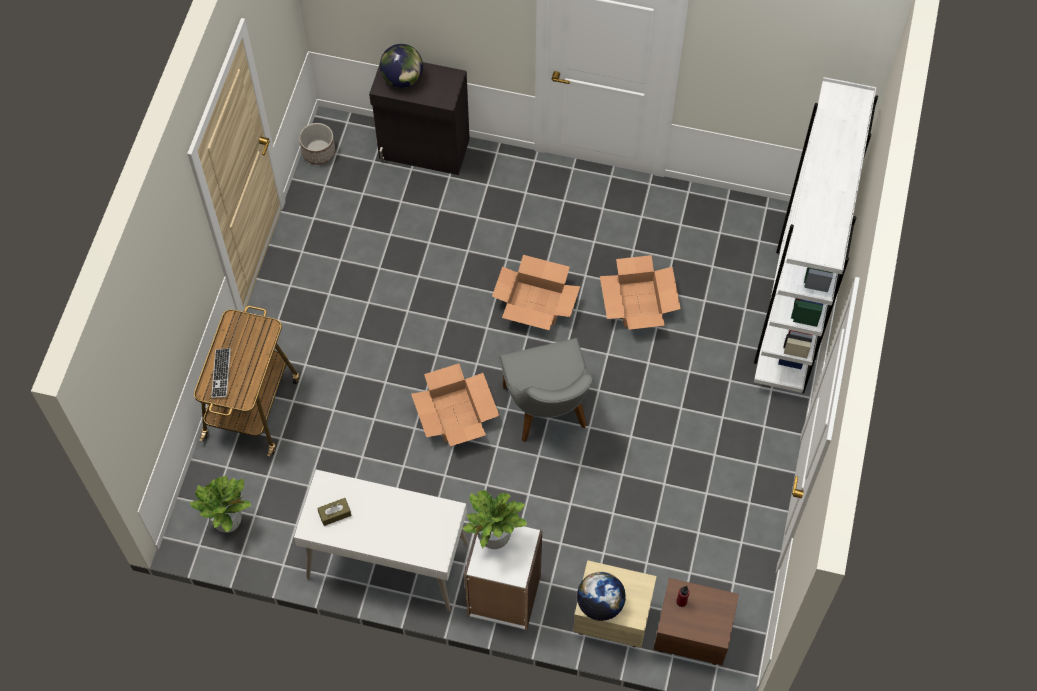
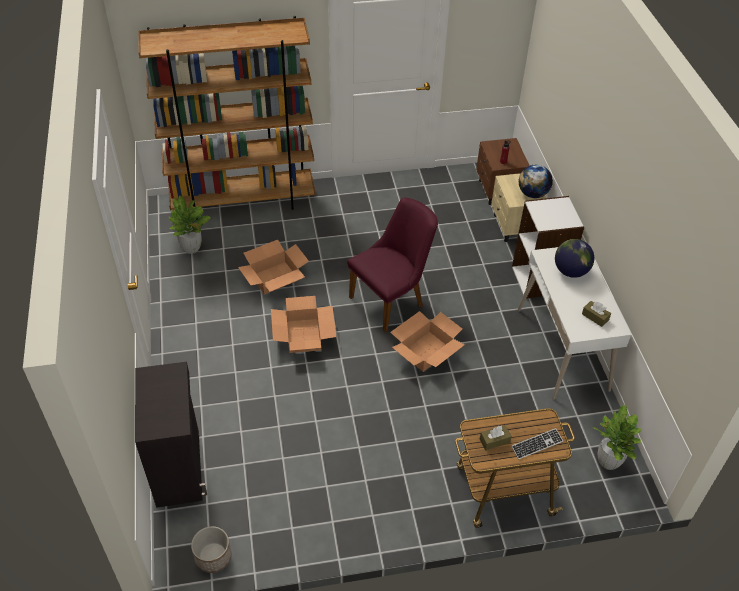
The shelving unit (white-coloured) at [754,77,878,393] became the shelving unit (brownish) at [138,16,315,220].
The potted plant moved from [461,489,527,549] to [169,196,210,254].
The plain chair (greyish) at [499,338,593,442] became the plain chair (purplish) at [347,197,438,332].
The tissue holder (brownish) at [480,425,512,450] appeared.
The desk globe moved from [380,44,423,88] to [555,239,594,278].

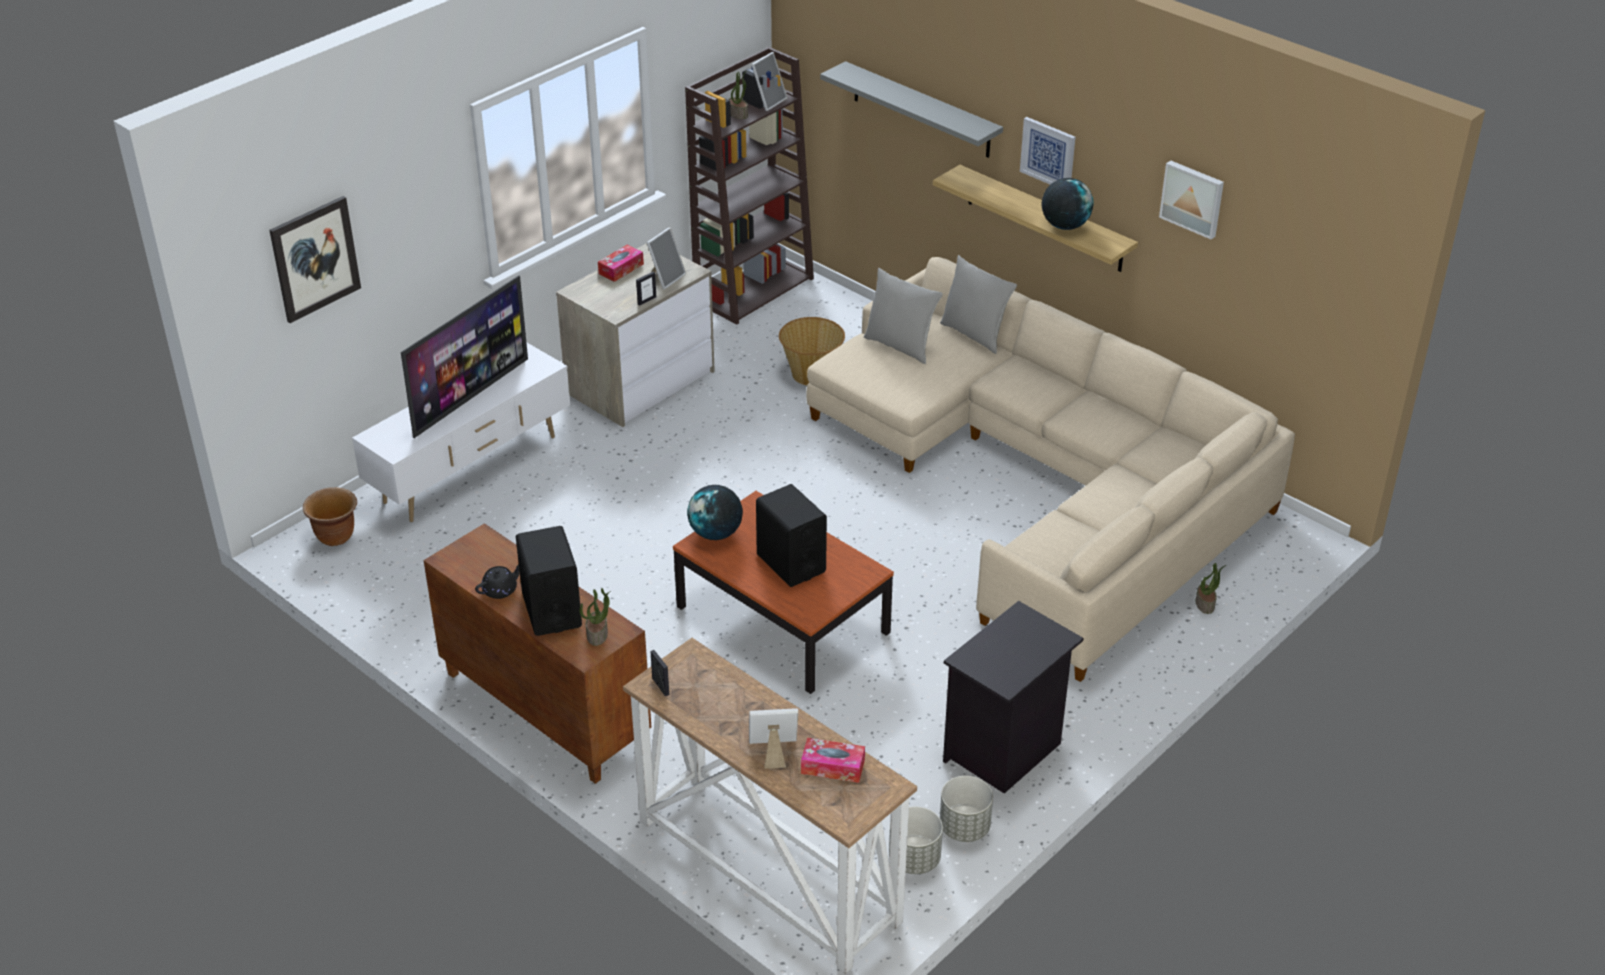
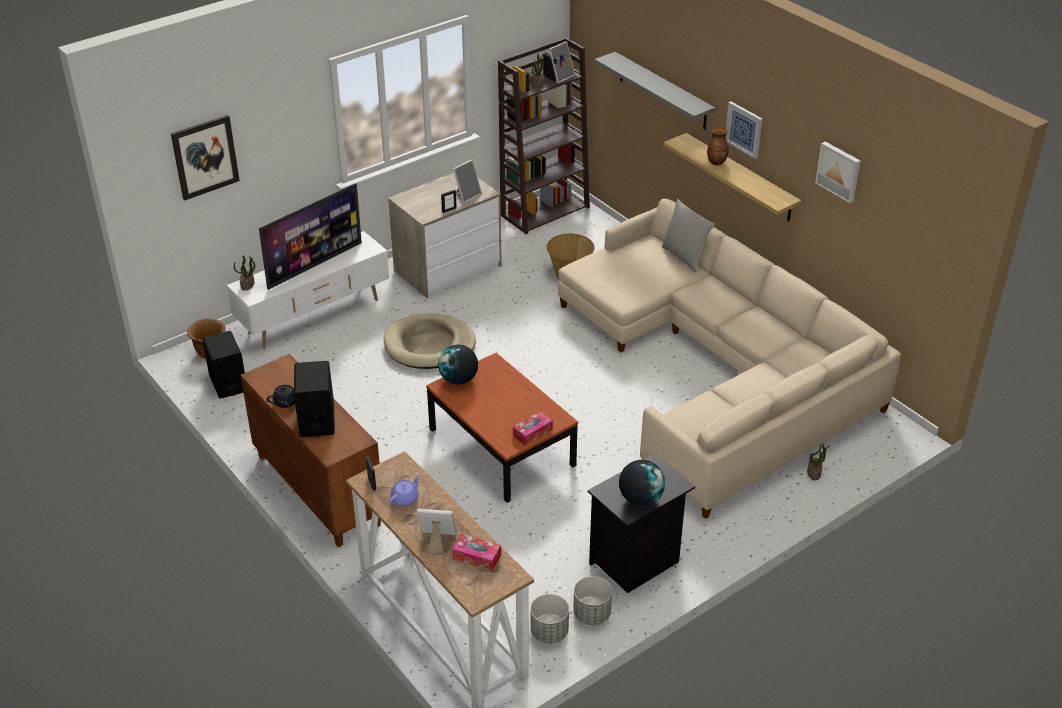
The audio speaker (blackish) moved from [756,484,827,587] to [202,331,245,399].
The potted plant moved from [580,588,611,646] to [234,255,255,291].
The dog cushion (sand-coloured) at [384,313,476,369] appeared.
The tea pot (purplish) at [389,474,420,506] appeared.
The tissue holder moved from [598,245,644,282] to [513,411,553,446].
The desk globe moved from [1042,178,1093,230] to [619,460,665,506].
The vase at [707,127,729,165] appeared.
The pillow (greyish) at [864,268,943,364] disappeared.

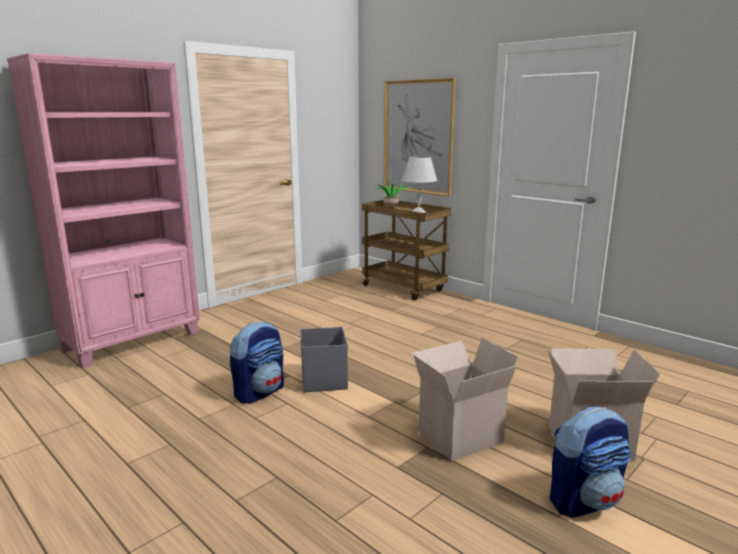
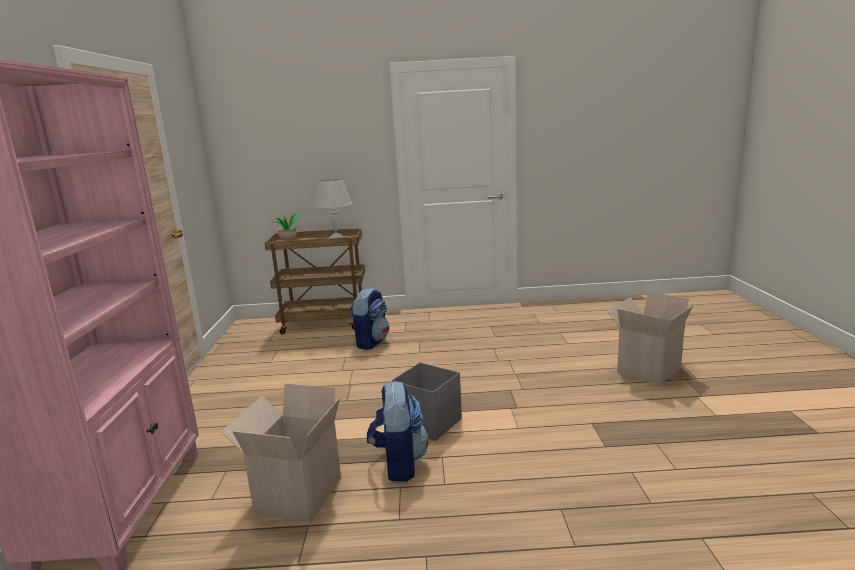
The packing box moved from [411,338,518,461] to [221,384,341,523].
The rucksack moved from [550,407,631,518] to [350,287,389,350].
The picture at [384,78,456,196] disappeared.

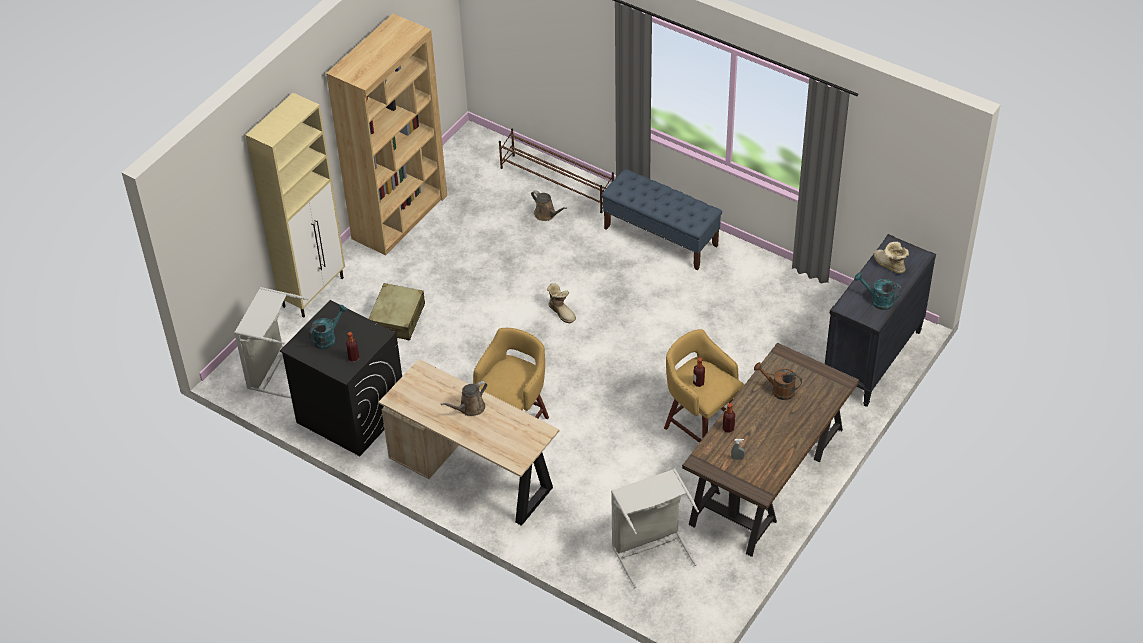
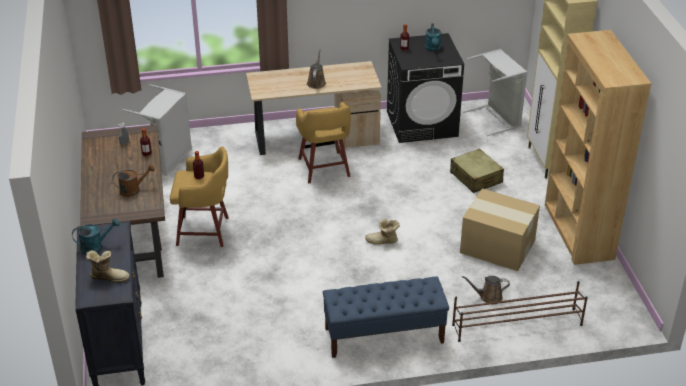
The packing box at [460,189,540,271] appeared.

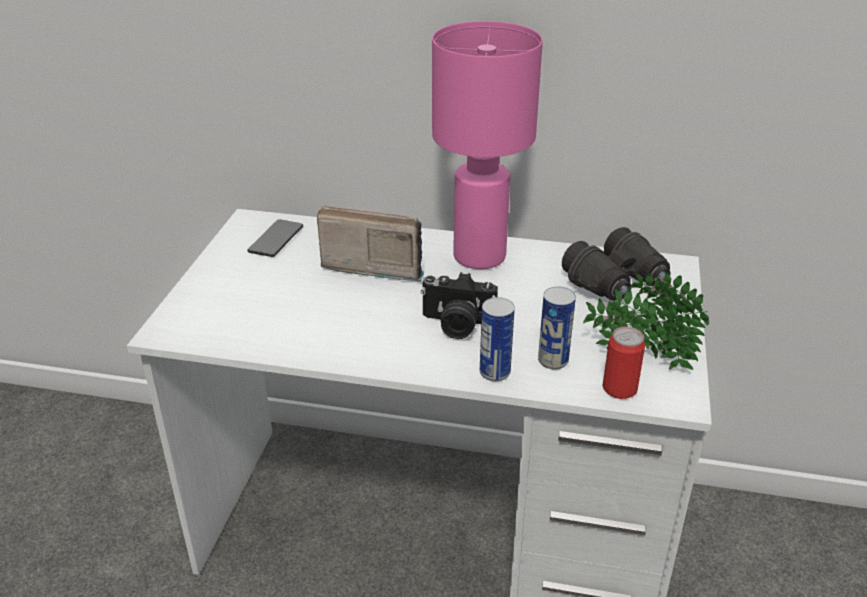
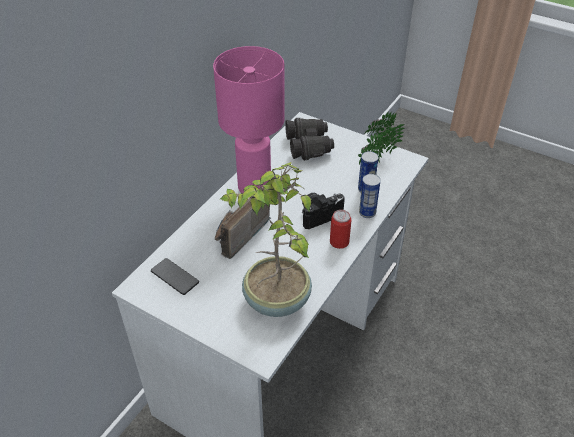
The potted plant at [220,162,312,317] appeared.
The still camera at [421,272,498,339] turned 150 degrees counterclockwise.
The can moved from [602,327,645,399] to [330,210,351,249].

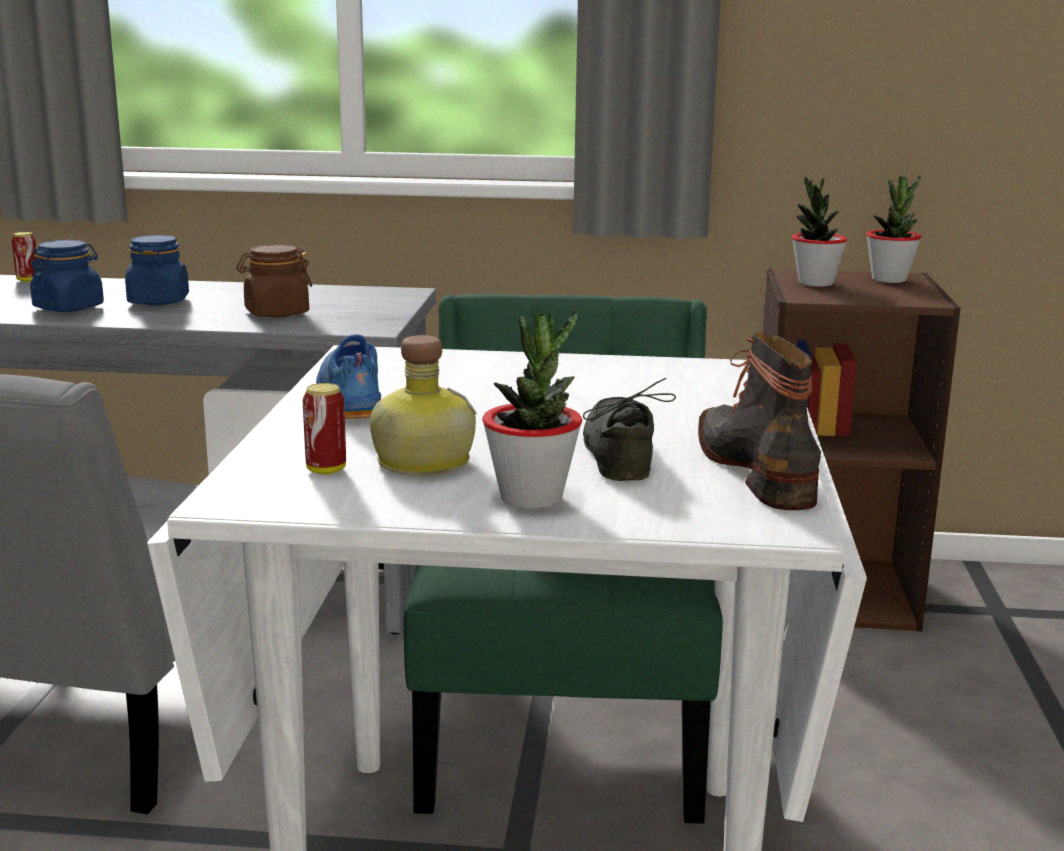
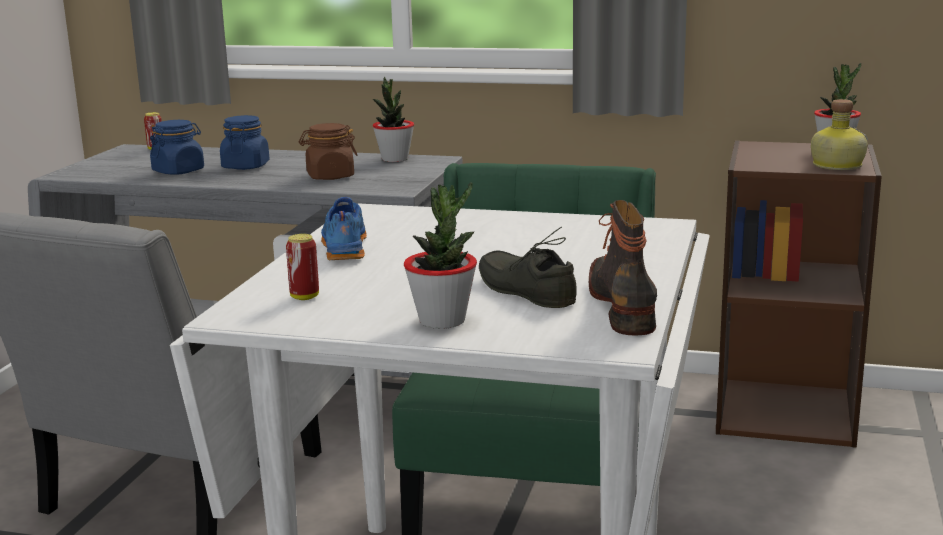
The potted plant moved from [792,176,847,287] to [373,77,414,162].
The item of footwear (greyish) at [583,378,676,481] turned 45 degrees counterclockwise.
The bottle moved from [370,335,477,476] to [811,99,868,170].

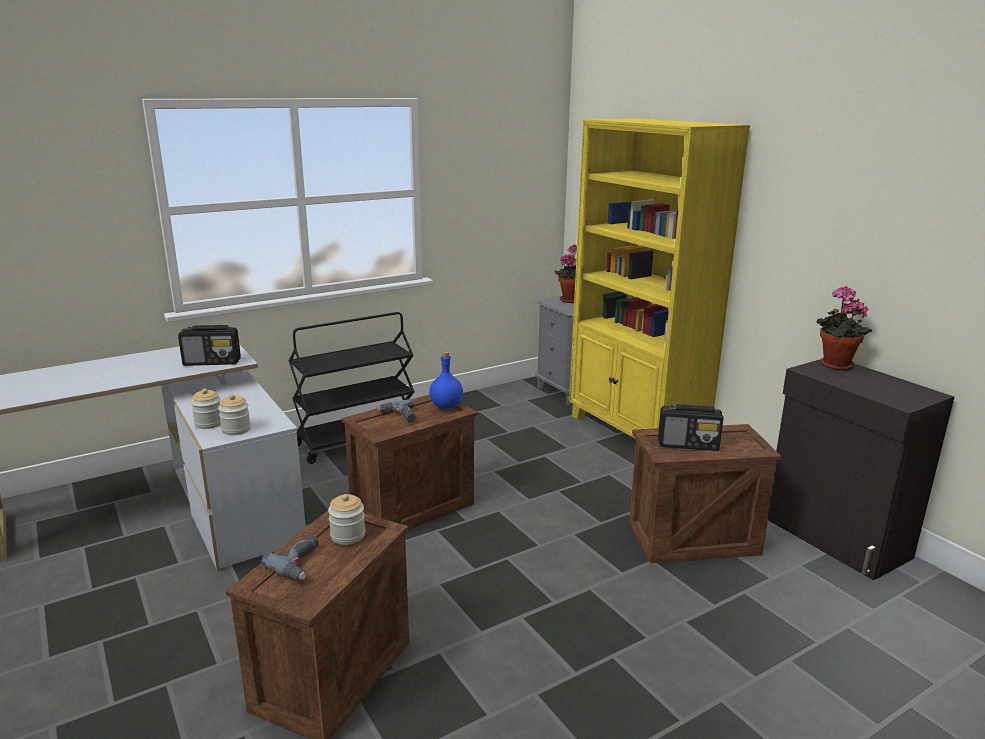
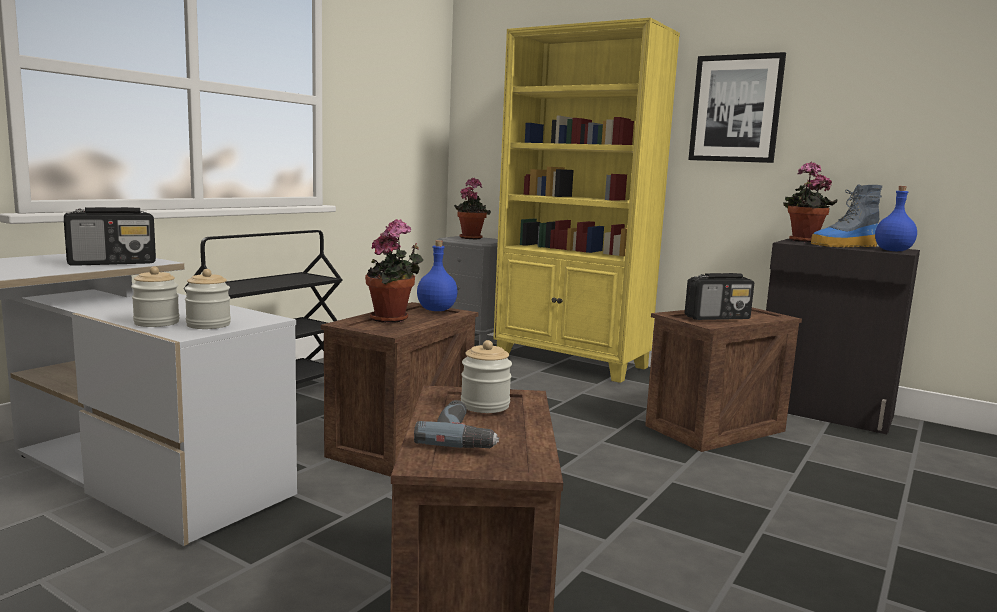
The drill at [377,399,416,423] was replaced by the potted plant at [365,219,423,323].
The picture at [688,52,786,163] appeared.
The boot at [811,184,882,247] appeared.
The bottle (blue-coloured) at [875,186,917,251] appeared.

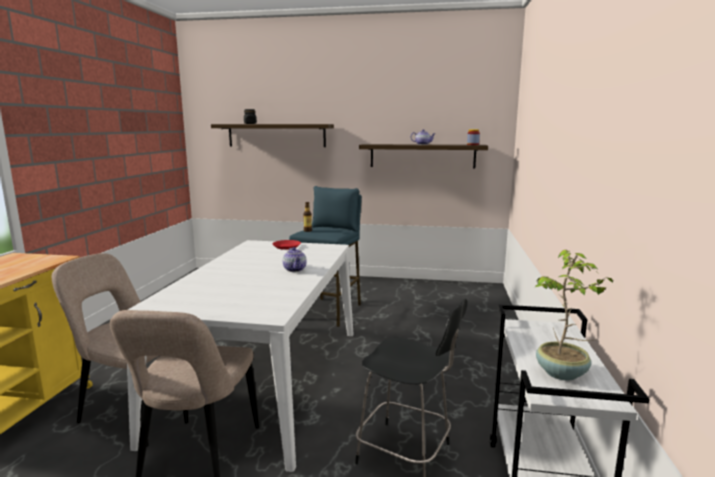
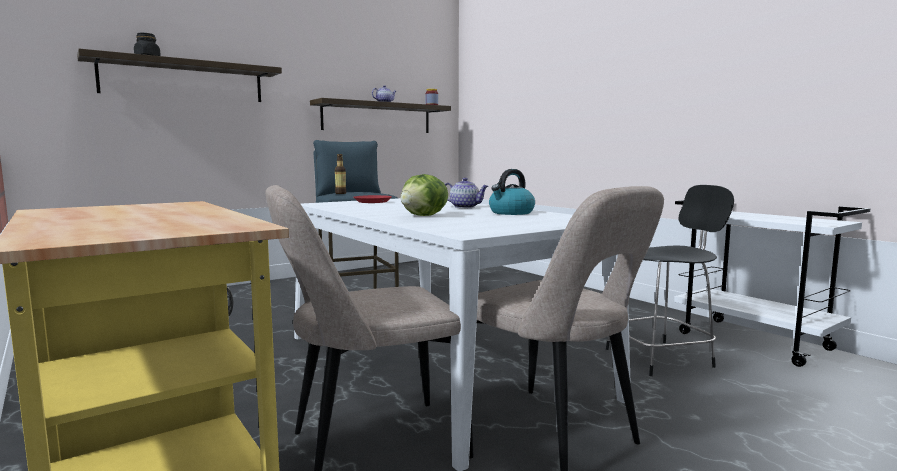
The lettuce at [400,174,448,216] appeared.
The water kettle at [489,169,535,215] appeared.
The potted plant at [535,250,613,381] disappeared.

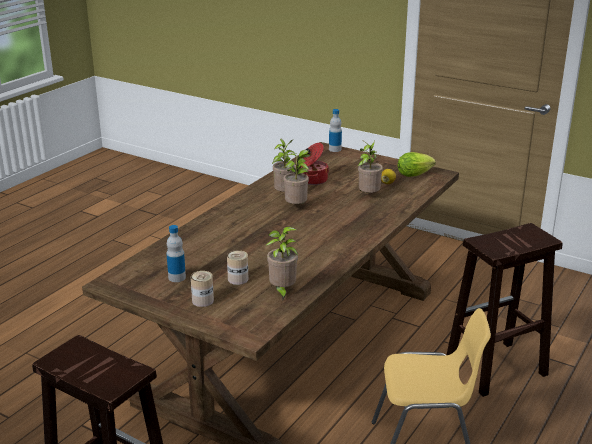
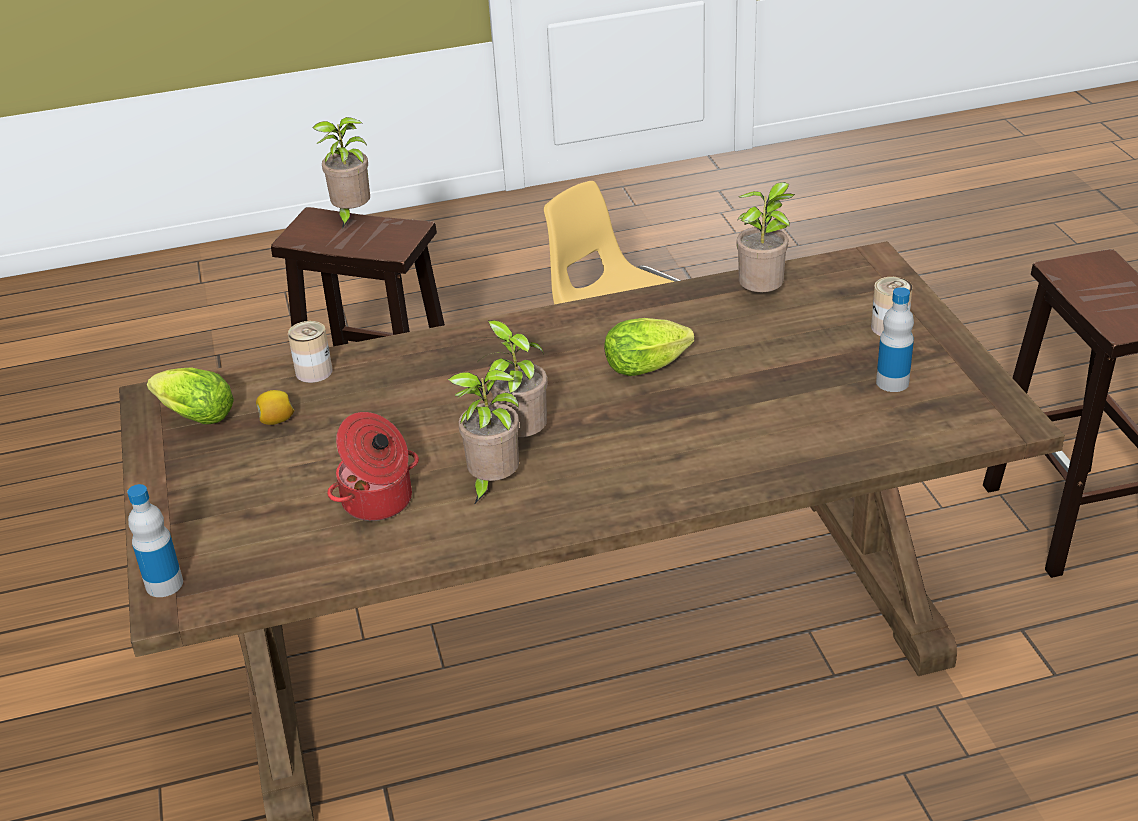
The can moved from [227,250,248,285] to [288,321,333,383].
The potted plant moved from [358,141,383,193] to [312,117,370,229].
The lettuce at [604,318,694,376] appeared.

